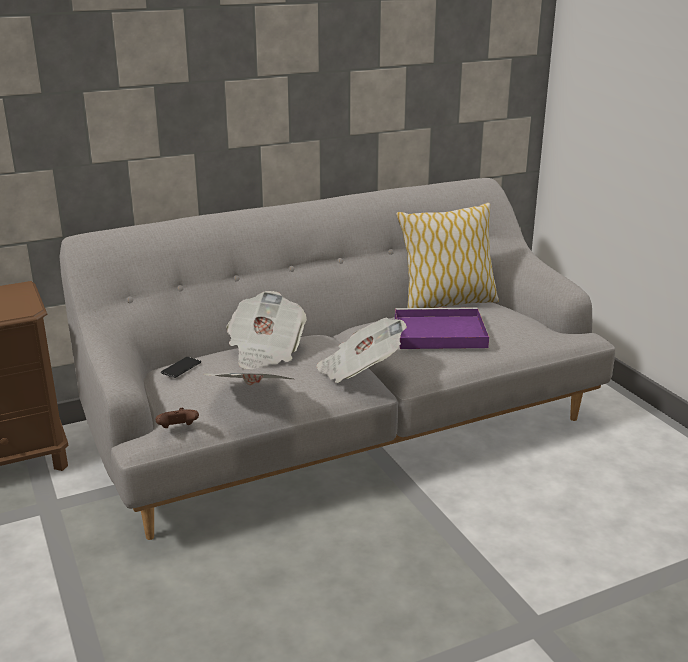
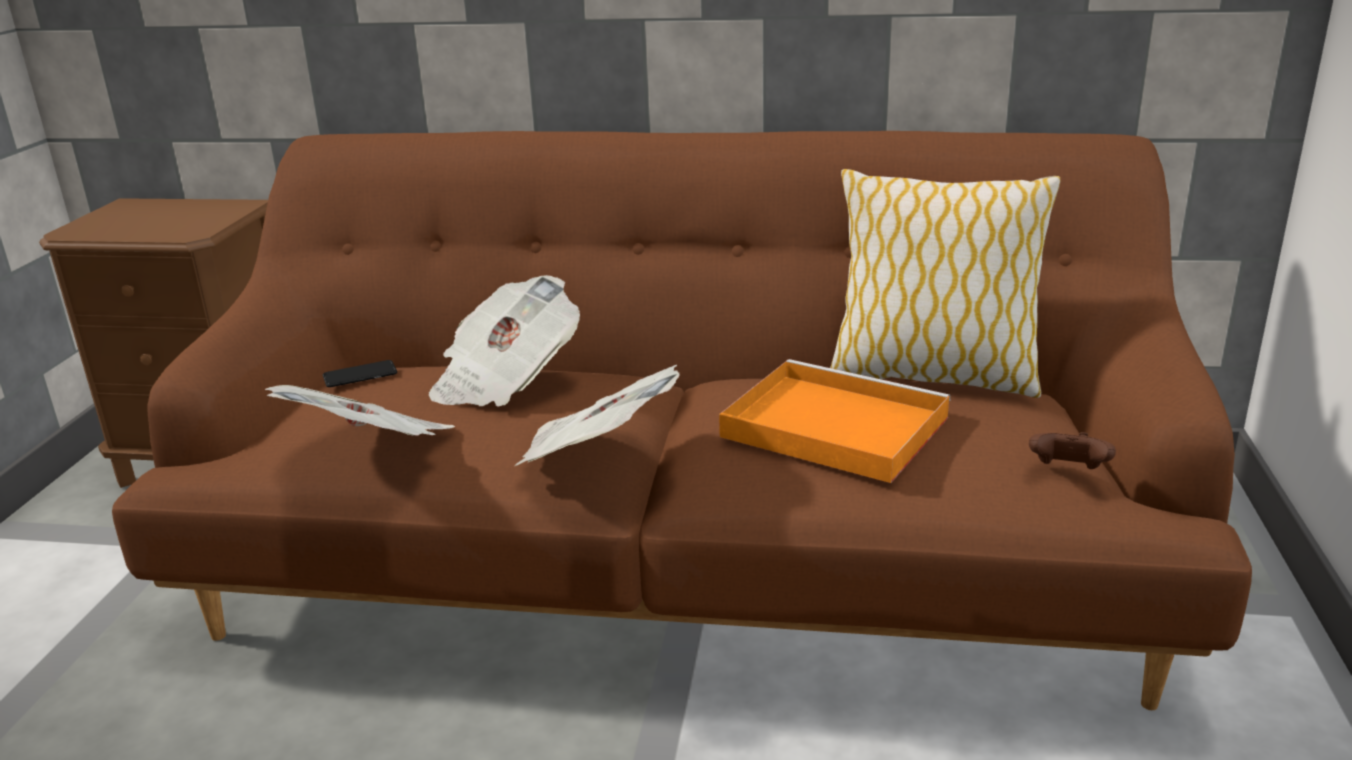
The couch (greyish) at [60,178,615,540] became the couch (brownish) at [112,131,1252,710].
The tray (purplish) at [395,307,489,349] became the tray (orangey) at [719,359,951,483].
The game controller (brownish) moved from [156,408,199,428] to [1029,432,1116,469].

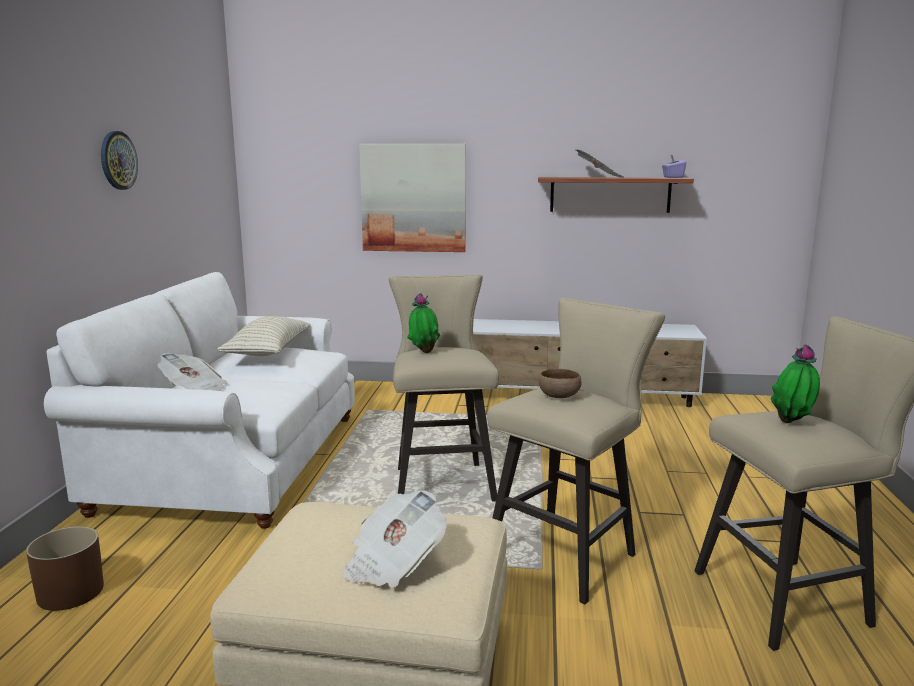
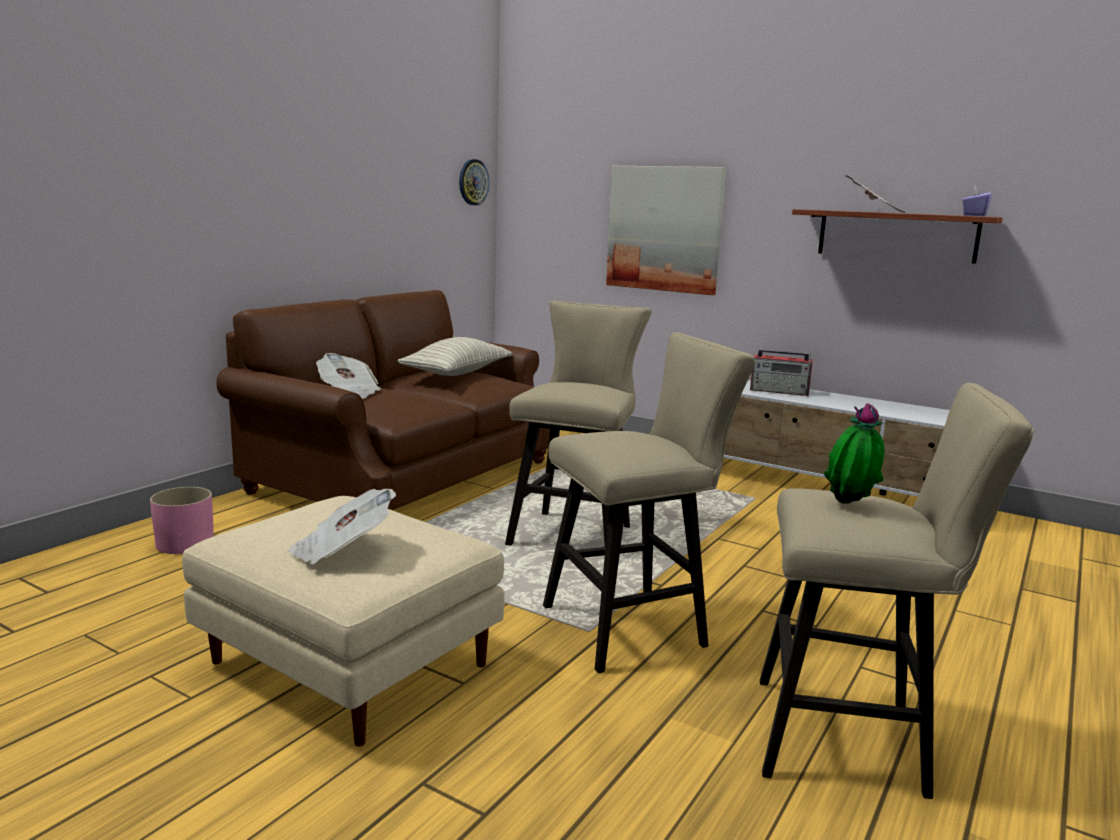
The flower pot (brownish) at [26,526,104,611] became the flower pot (pink) at [150,487,214,554].
The couch (white-coloured) at [44,272,355,529] became the couch (brownish) at [216,290,550,510].
The wall clock moved from [101,131,138,190] to [459,159,489,205].
The radio receiver at [750,349,813,396] appeared.
The potted plant at [407,293,440,353] disappeared.
The bowl (brownish) at [539,368,582,398] disappeared.

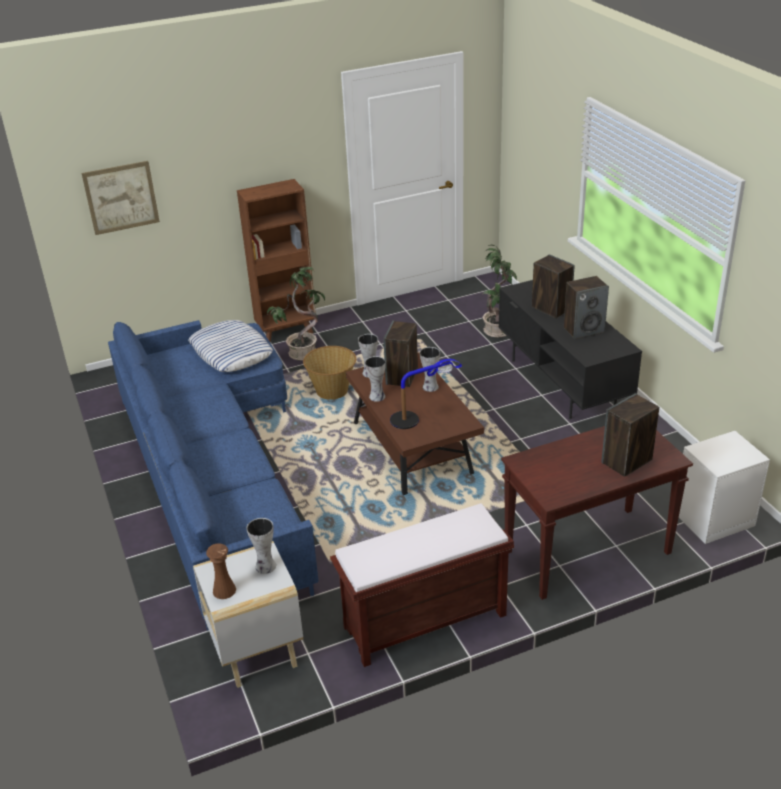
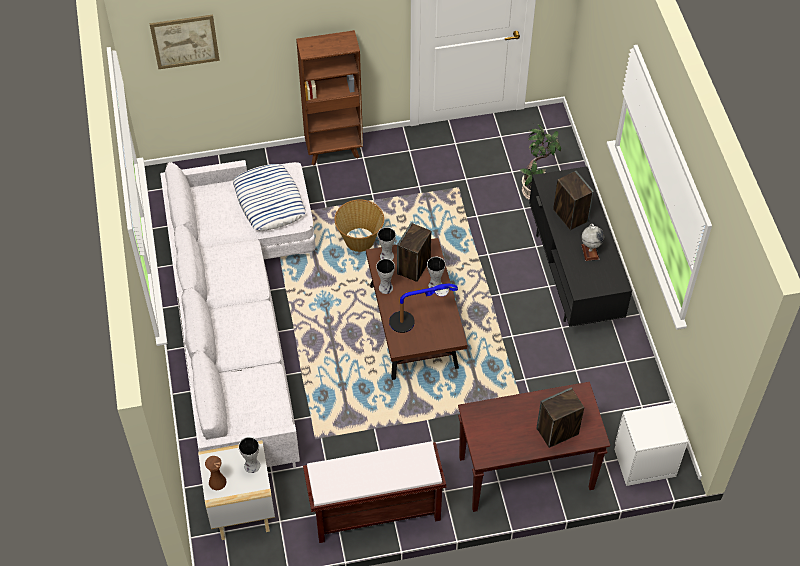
The couch (blue-coloured) at [108,320,319,631] became the couch (white-coloured) at [160,160,315,468].
The audio speaker at [564,276,609,340] was replaced by the desk globe at [581,224,604,261].
The potted plant at [267,267,325,361] disappeared.

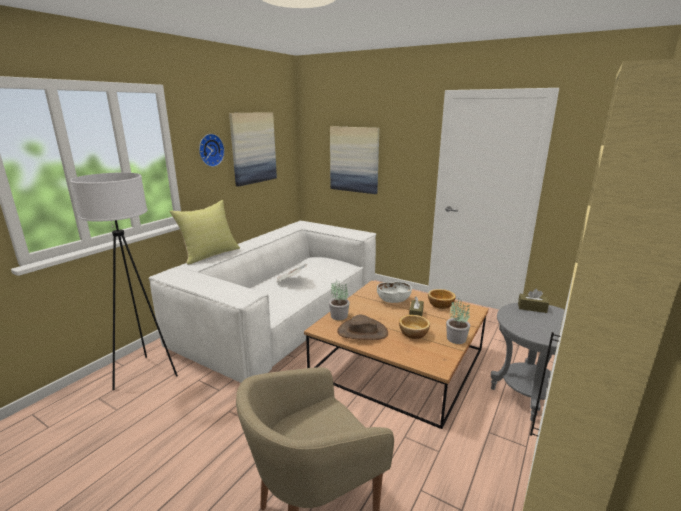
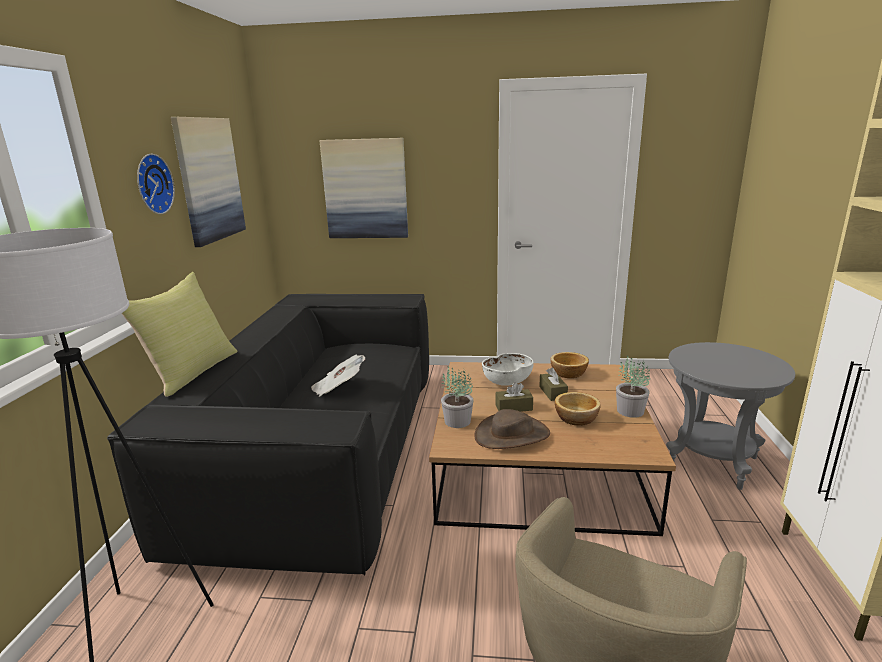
The couch (white-coloured) at [149,221,376,383] became the couch (blackish) at [107,294,429,576].
The tissue holder (brownish) moved from [518,289,549,313] to [495,382,533,412].

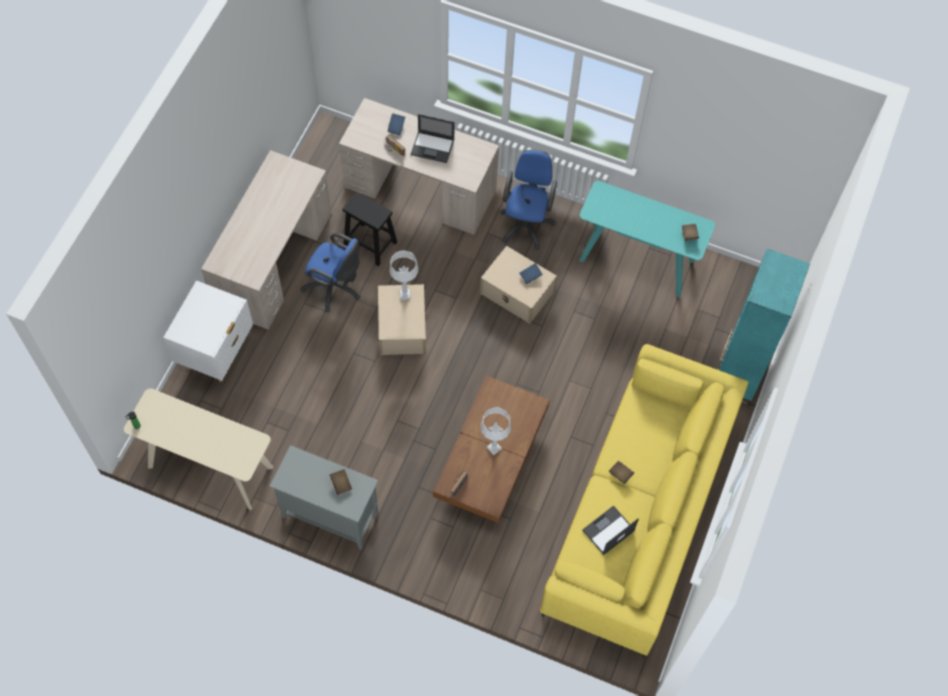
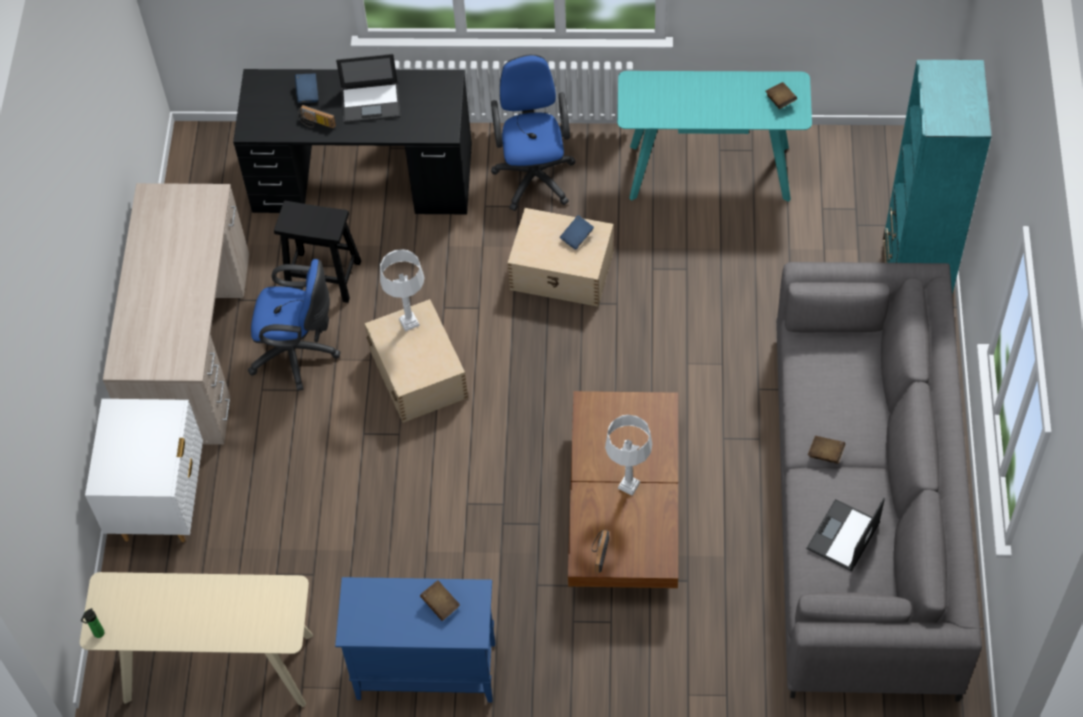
The desk unit (sand-coloured) at [339,98,499,235] became the desk unit (blackish) at [233,69,472,214].
The storage cabinet (greyish) at [269,445,379,550] became the storage cabinet (blue-coloured) at [335,577,495,703].
The couch (yellowish) at [540,344,749,658] became the couch (greyish) at [776,262,982,701].

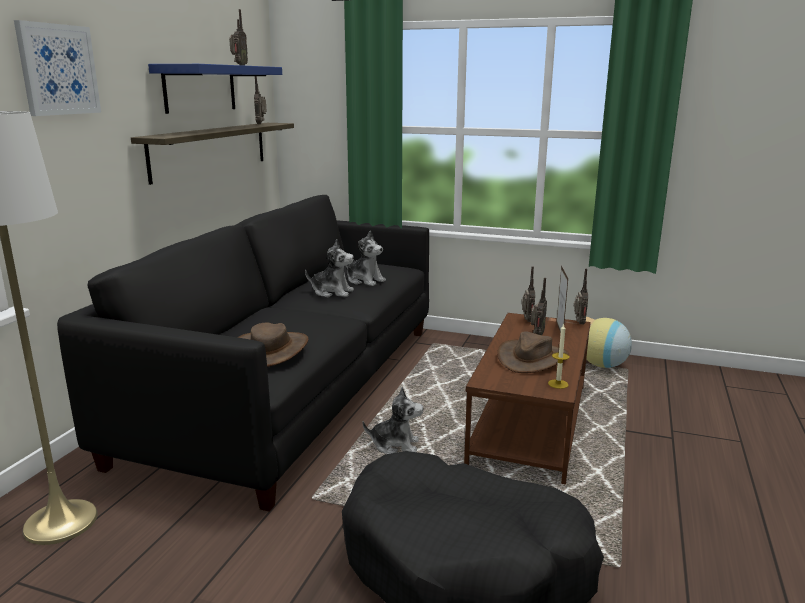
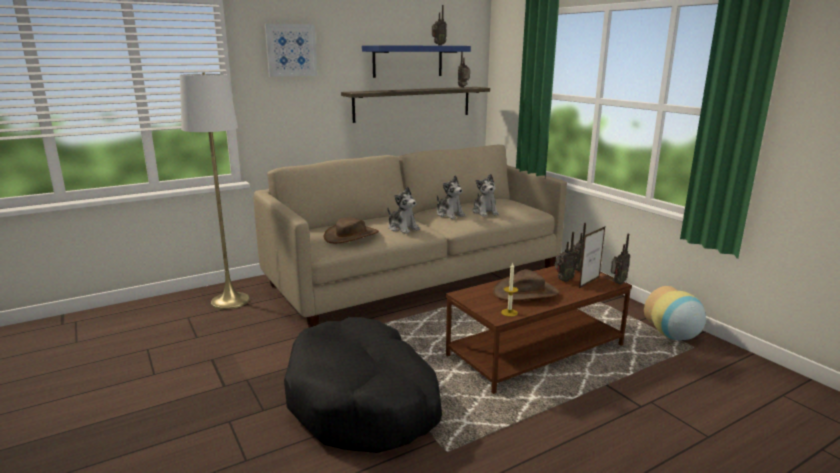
The couch (blackish) at [57,195,429,512] became the couch (sand-coloured) at [254,145,567,328].
The cuddly toy moved from [363,387,423,454] to [388,186,420,234].

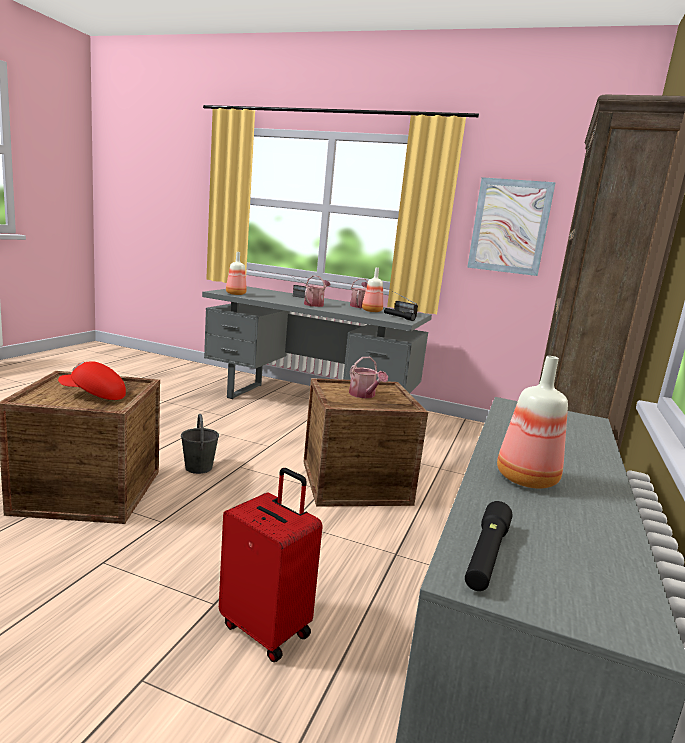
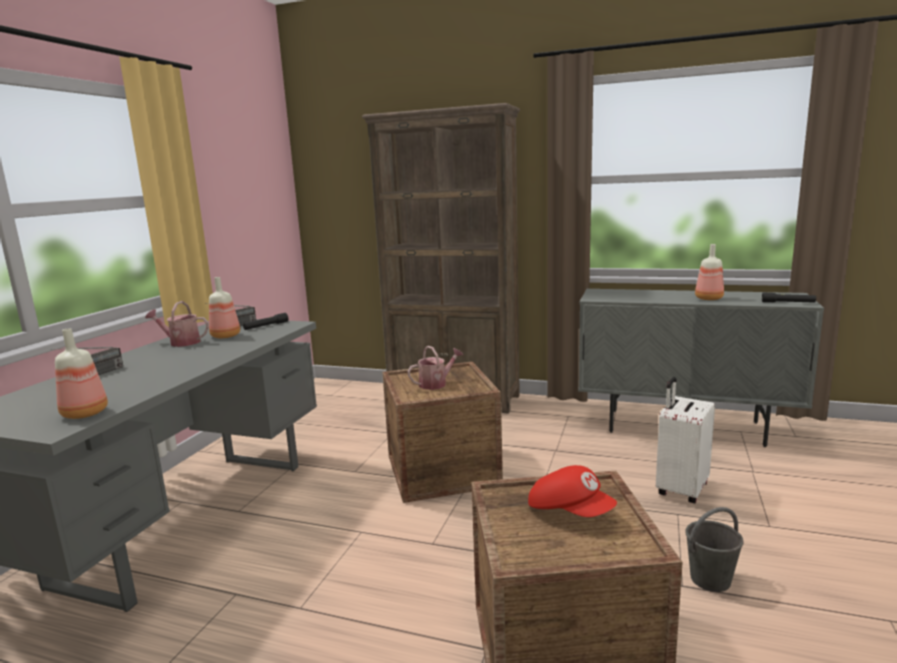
The cap (reddish) at [58,361,126,400] turned 45 degrees counterclockwise.
The piece of luggage (reddish) at [219,468,323,662] became the piece of luggage (white-coloured) at [656,377,715,504].
The water bucket (greyish) moved from [181,414,219,474] to [685,507,744,592].
The watering can at [304,275,331,307] disappeared.
The picture at [467,177,556,276] disappeared.

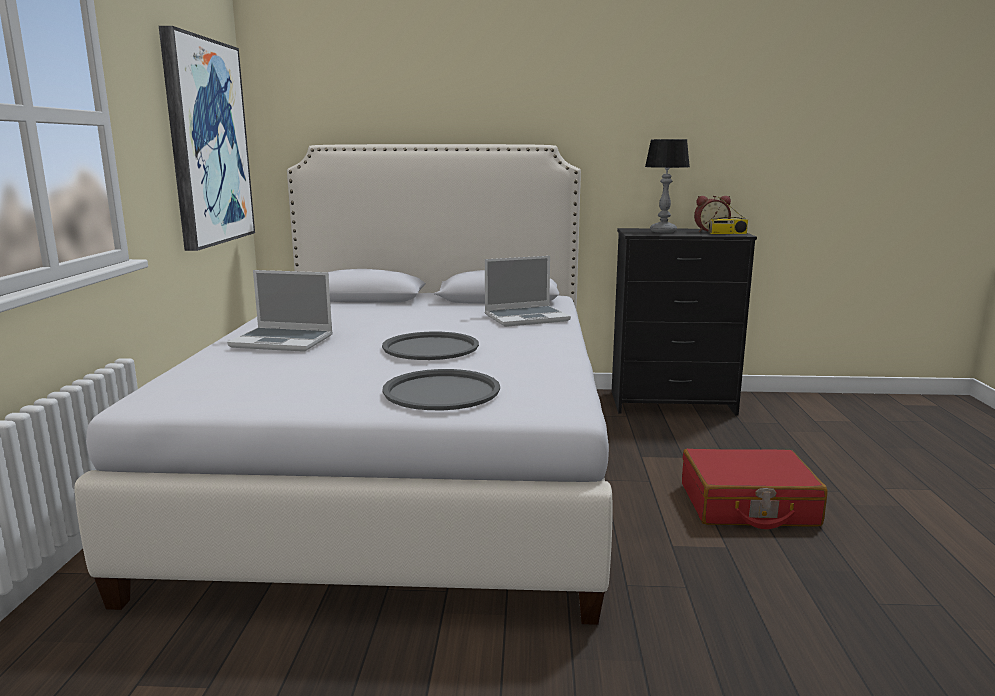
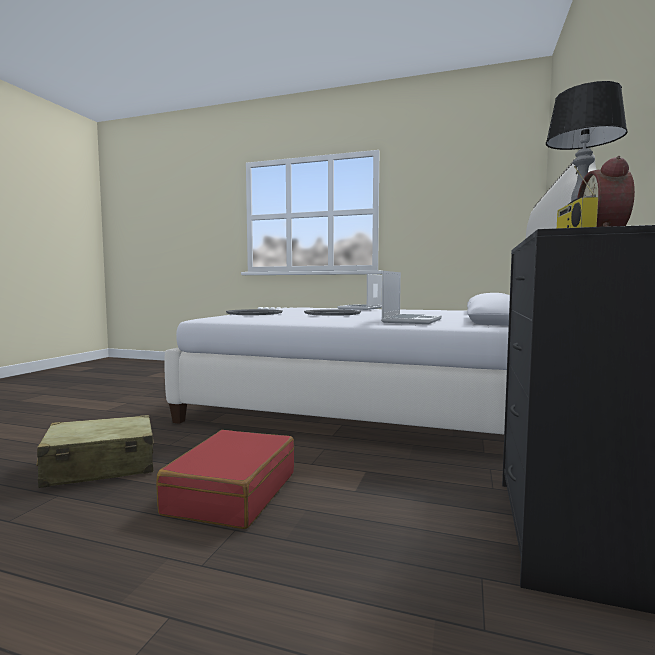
The piece of luggage (sand-coloured) at [36,415,154,488] appeared.
The portable computer at [485,256,571,327] turned 150 degrees counterclockwise.
The picture at [159,26,255,251] disappeared.

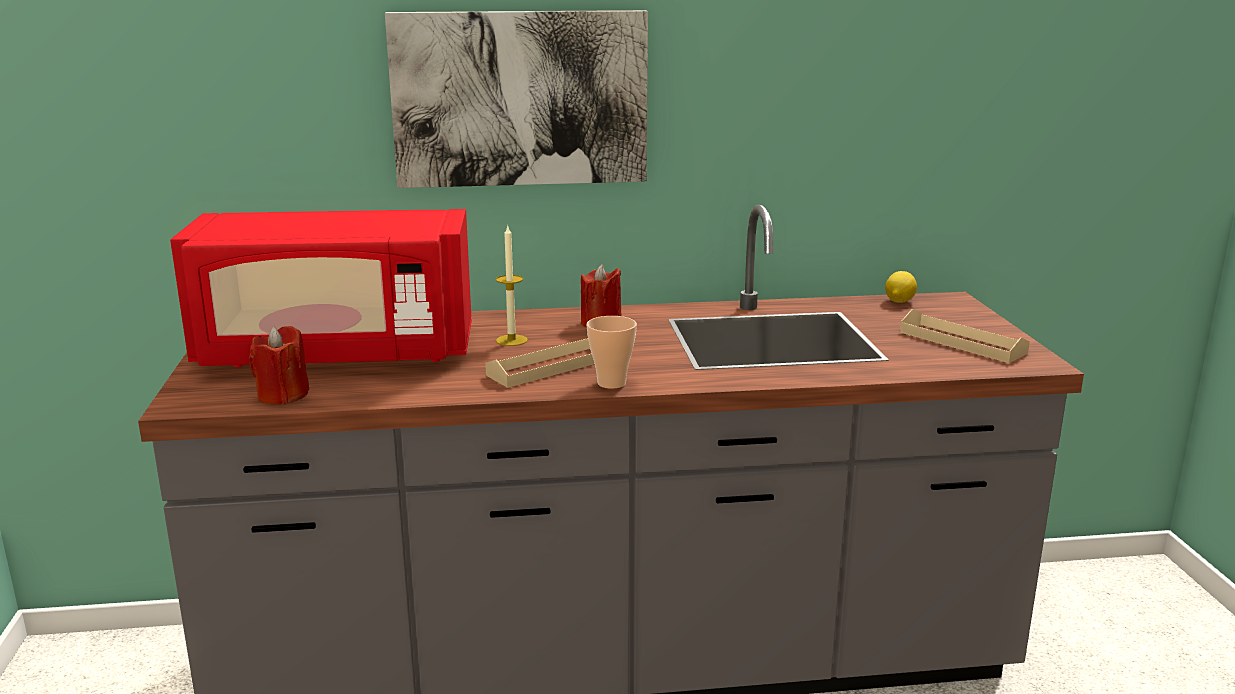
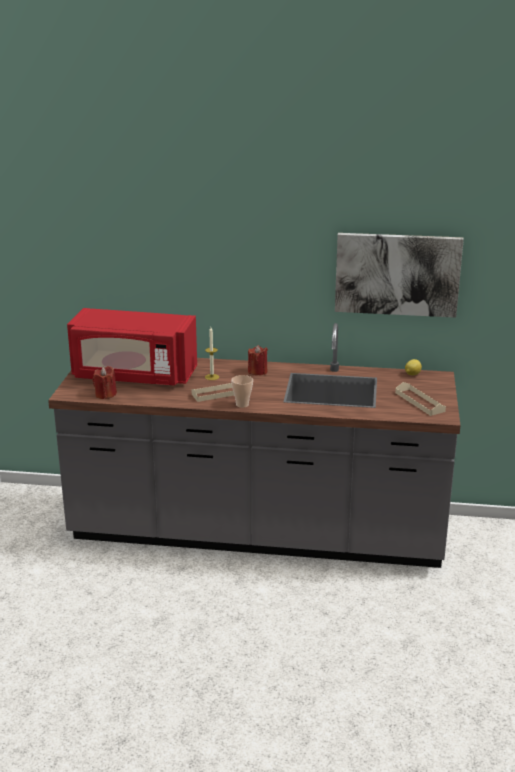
The picture moved from [385,10,648,188] to [335,233,464,318].

